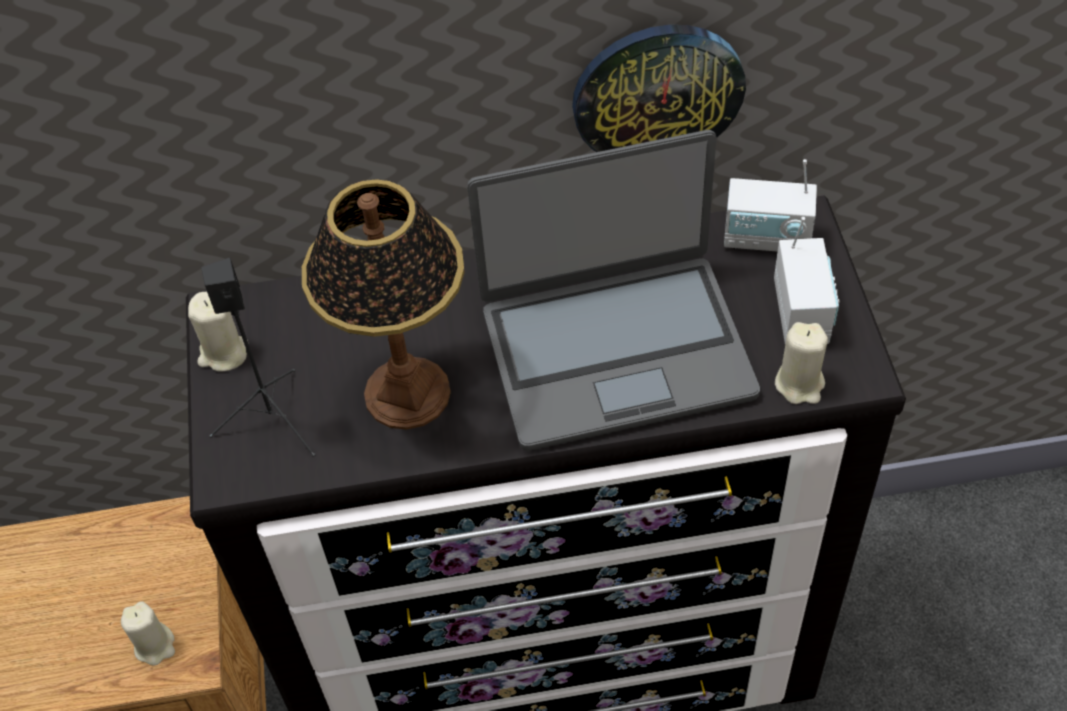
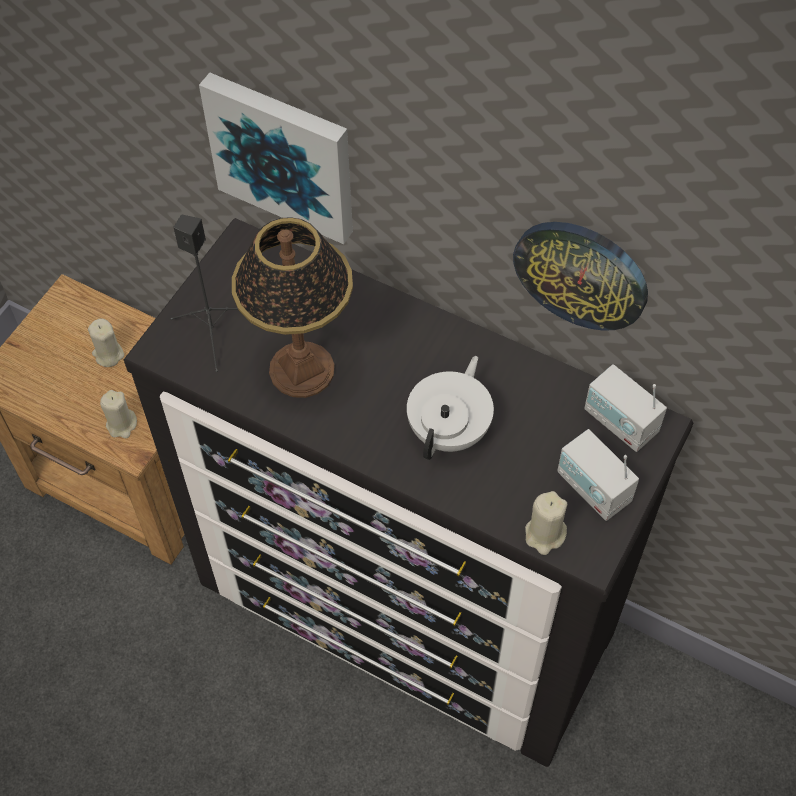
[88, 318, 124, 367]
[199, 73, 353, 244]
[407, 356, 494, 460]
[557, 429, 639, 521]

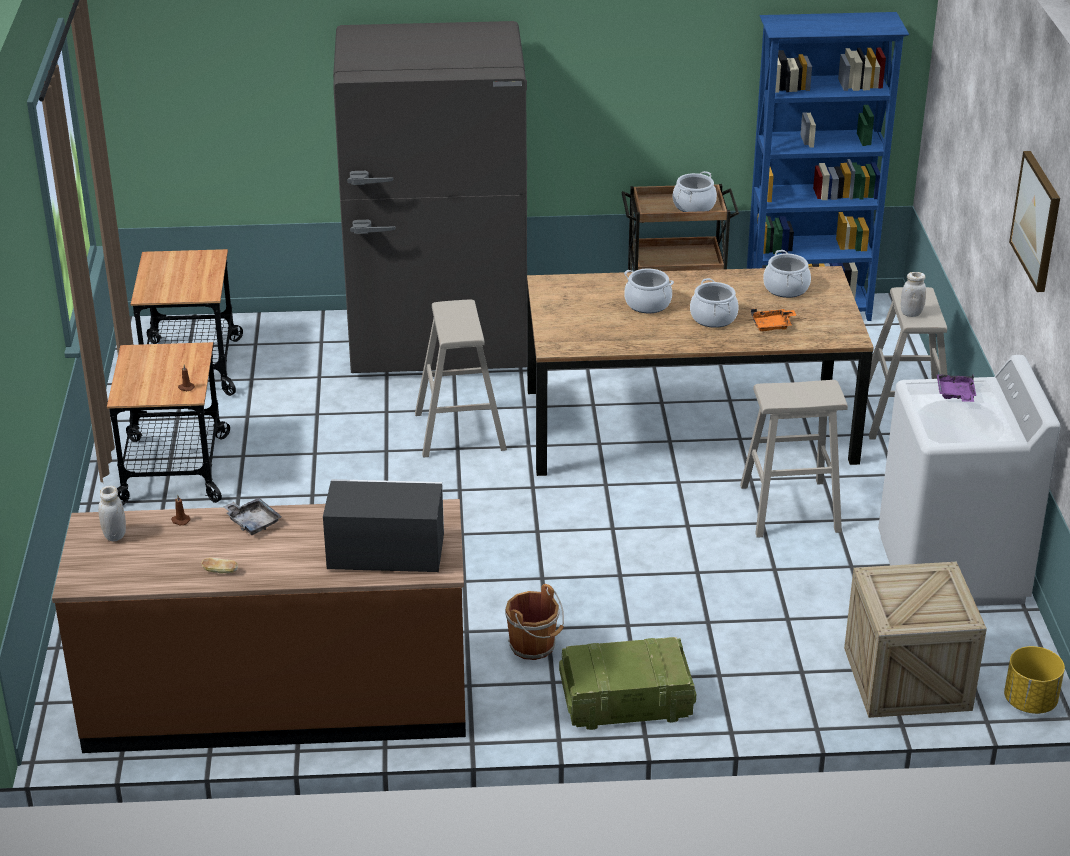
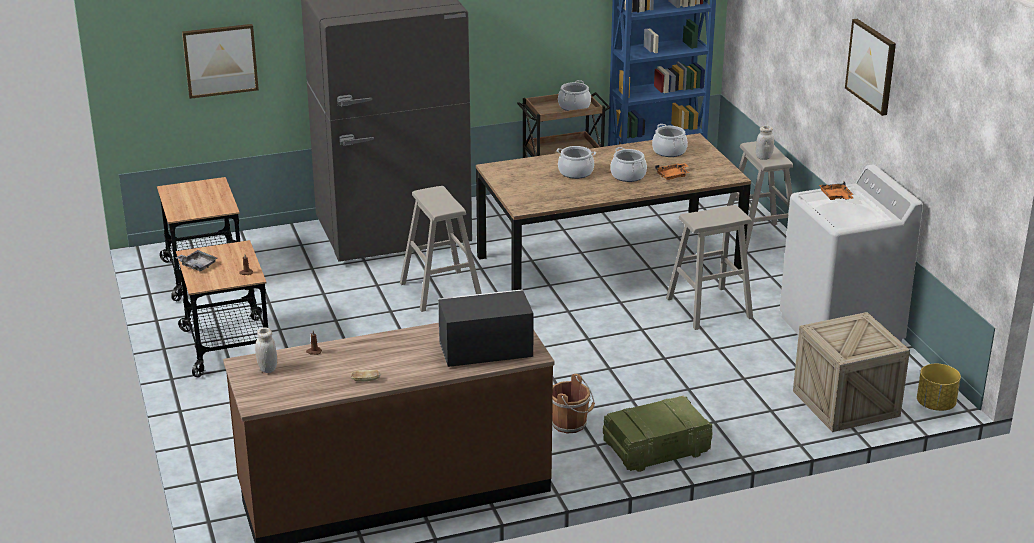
[176, 250, 218, 271]
[182, 24, 259, 99]
[819, 182, 853, 200]

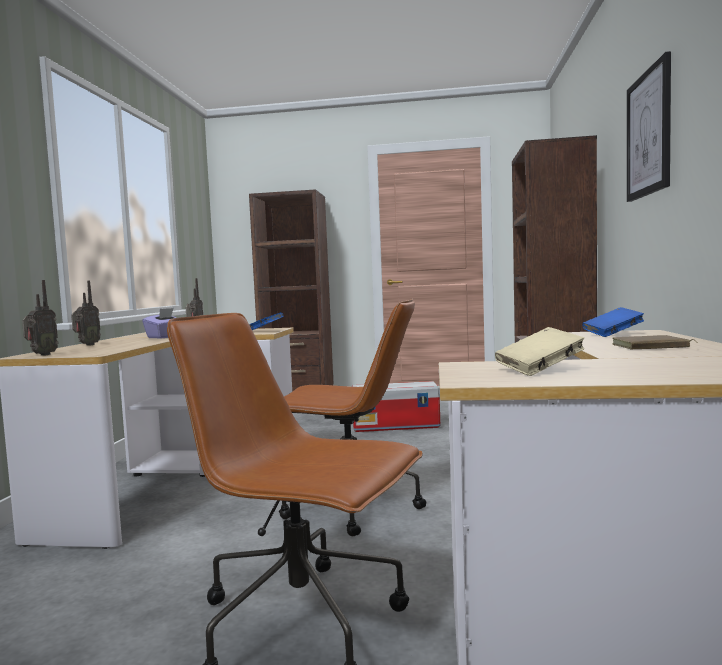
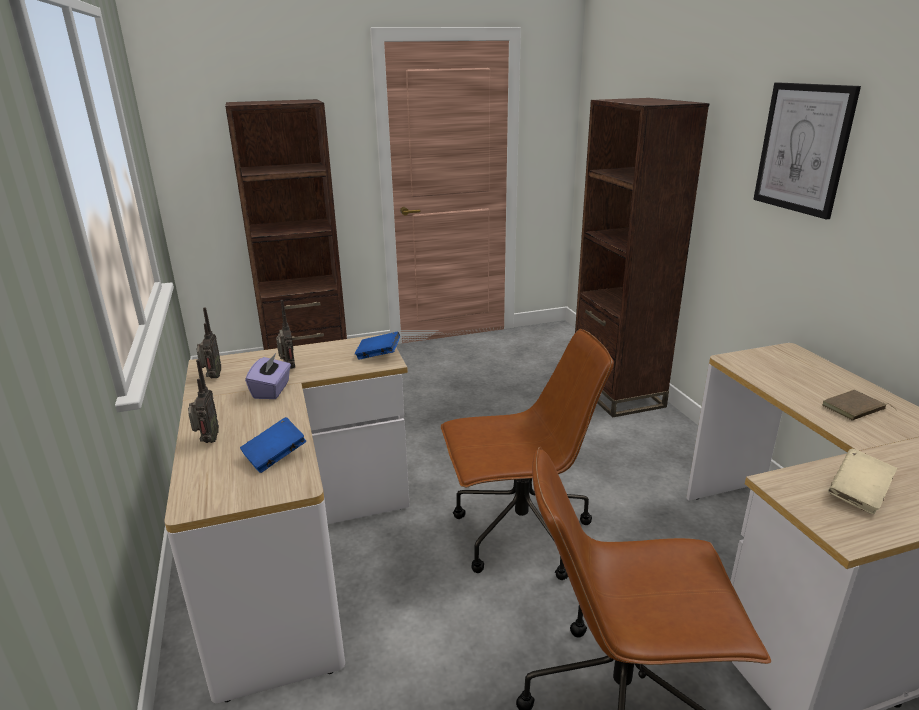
[196, 307, 221, 378]
[240, 417, 306, 473]
[351, 381, 440, 432] (first image)

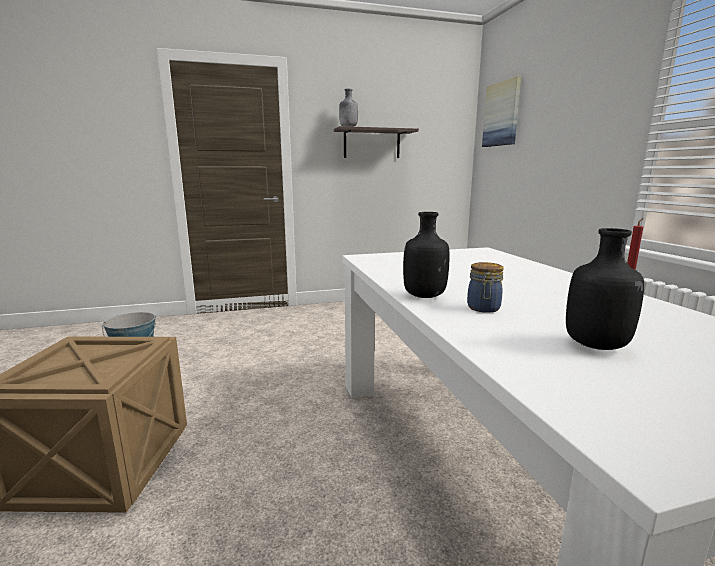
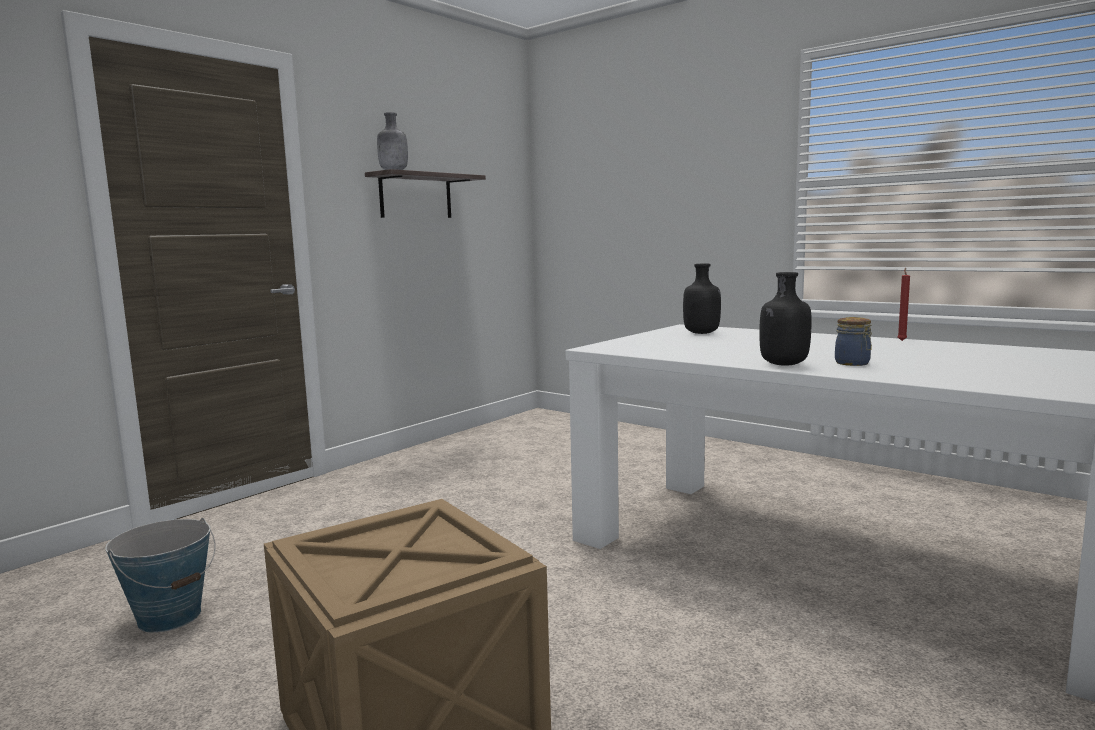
[683, 264, 721, 334]
[482, 76, 521, 147] (first image)

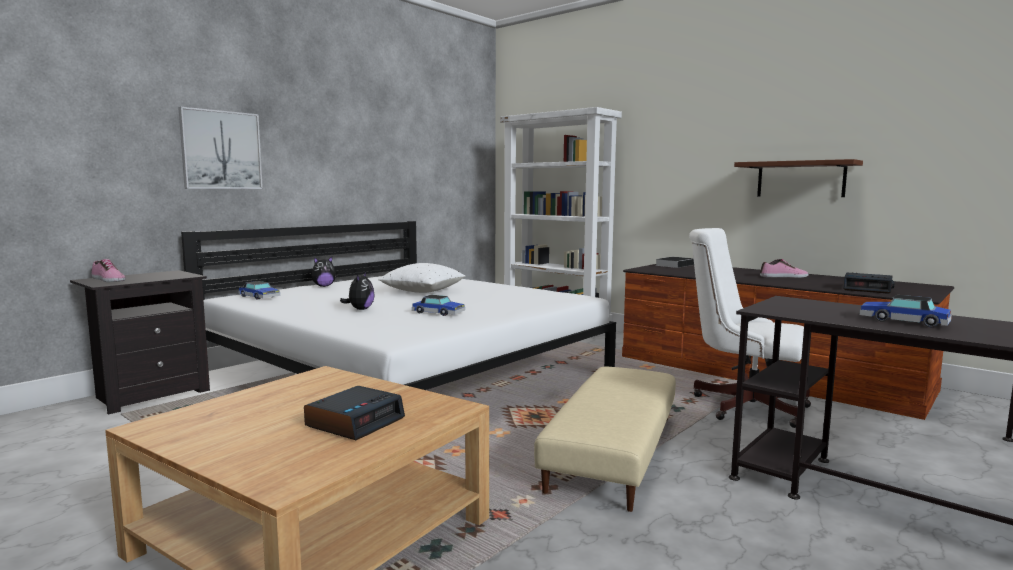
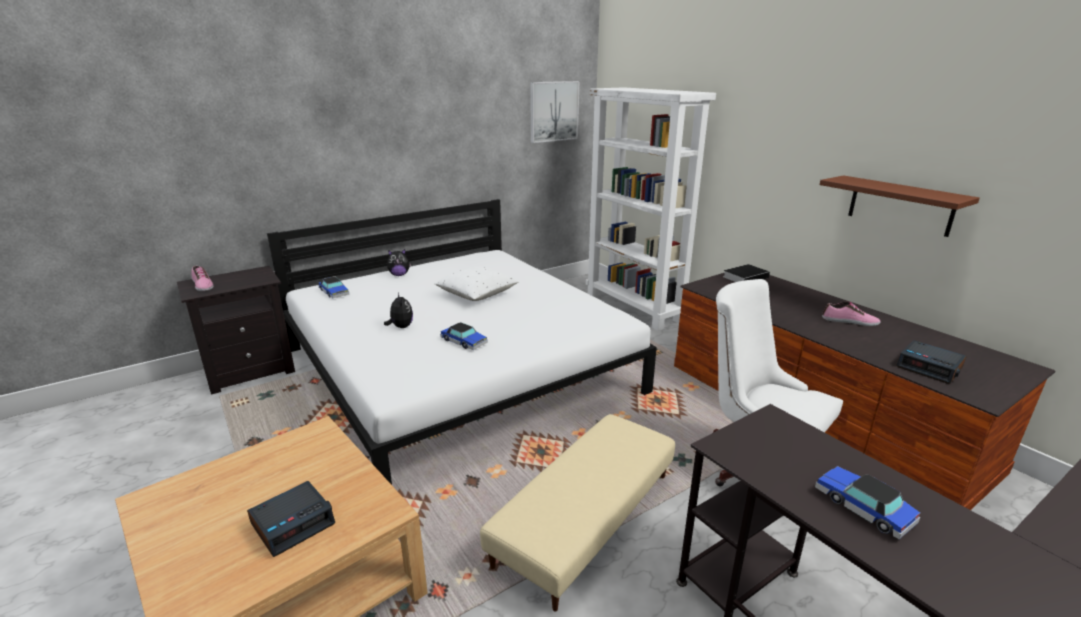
[384, 293, 413, 328]
[530, 81, 579, 143]

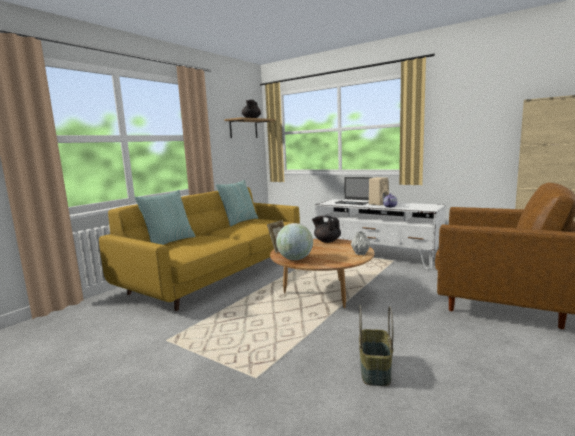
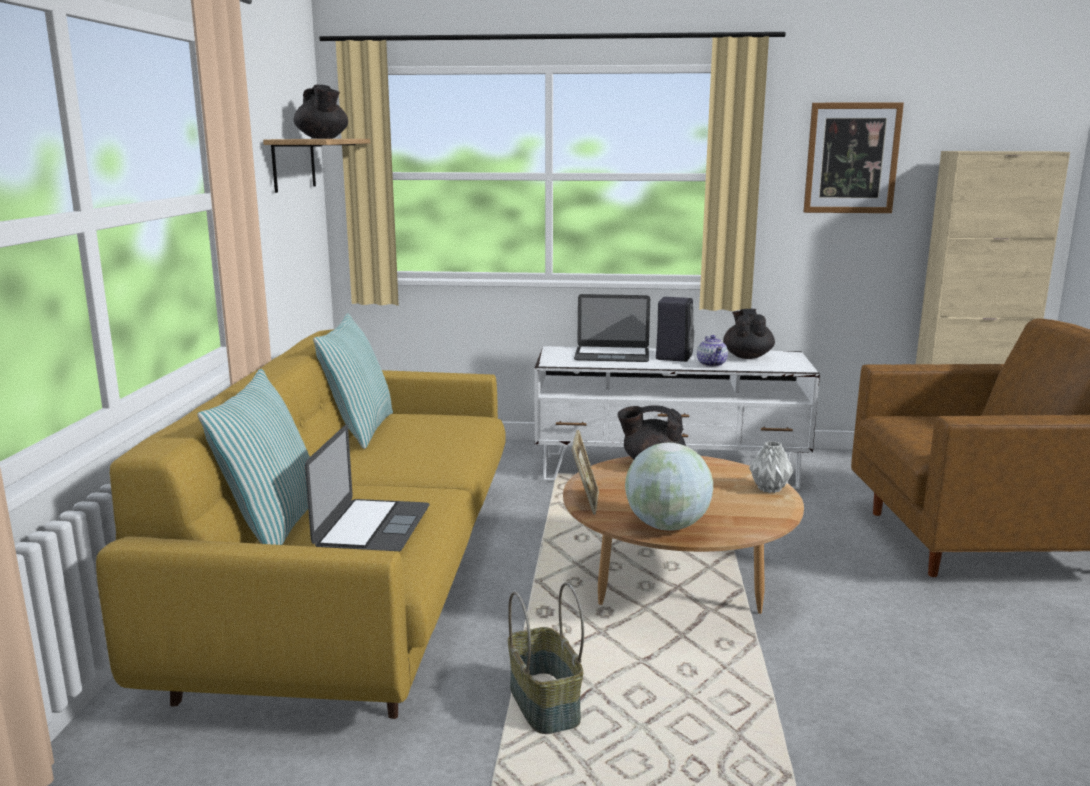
[305, 424, 430, 552]
[508, 583, 584, 734]
[656, 297, 694, 362]
[723, 309, 775, 359]
[803, 102, 904, 213]

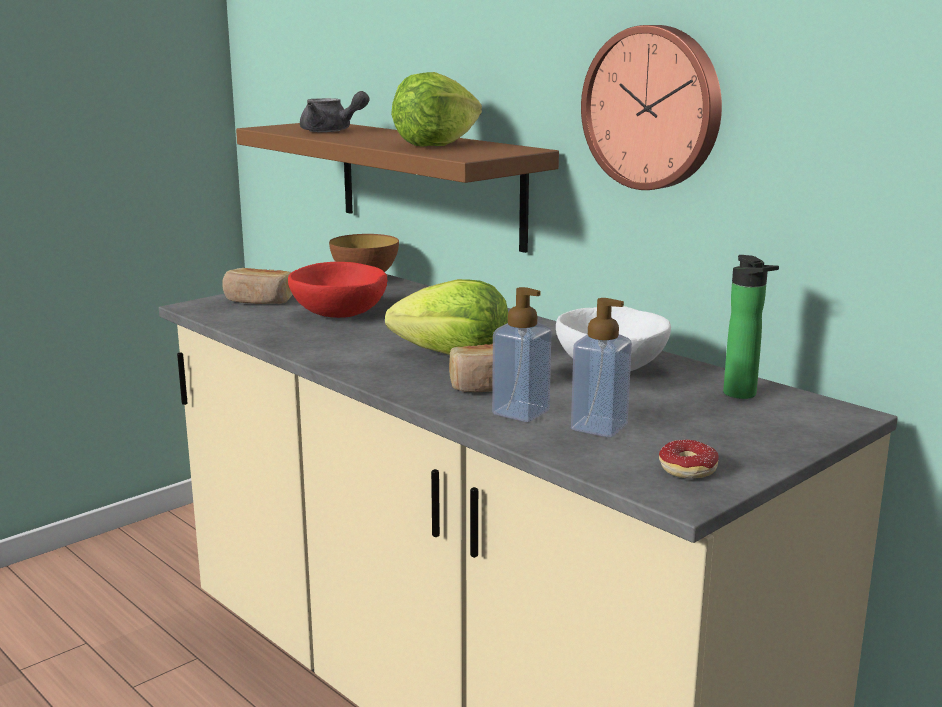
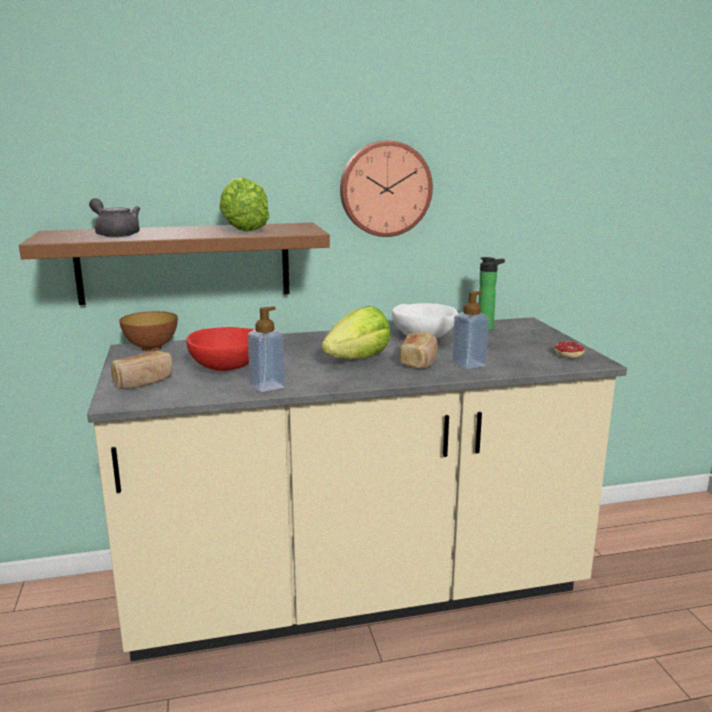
[89, 198, 140, 237]
[248, 306, 285, 392]

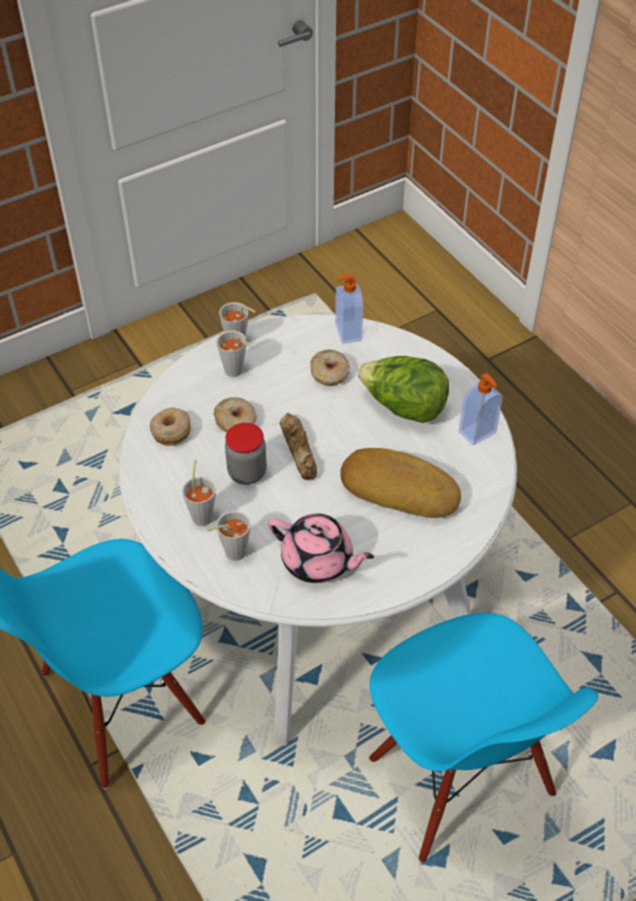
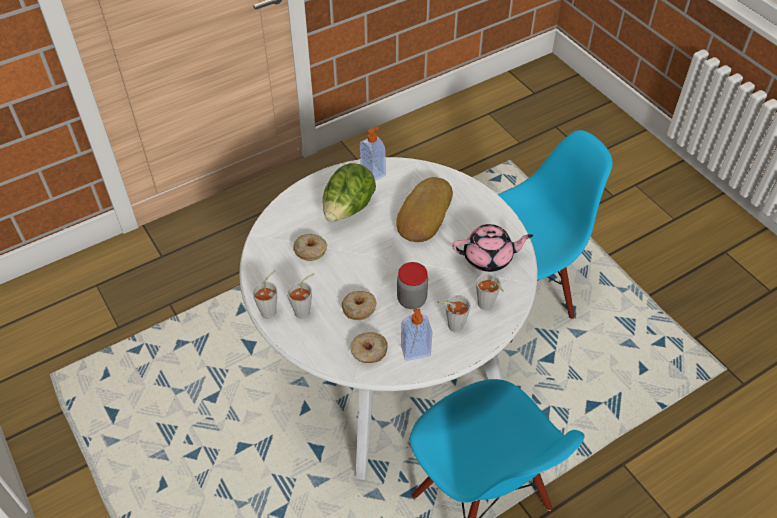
[401, 308, 433, 361]
[452, 224, 533, 272]
[279, 413, 317, 480] (first image)

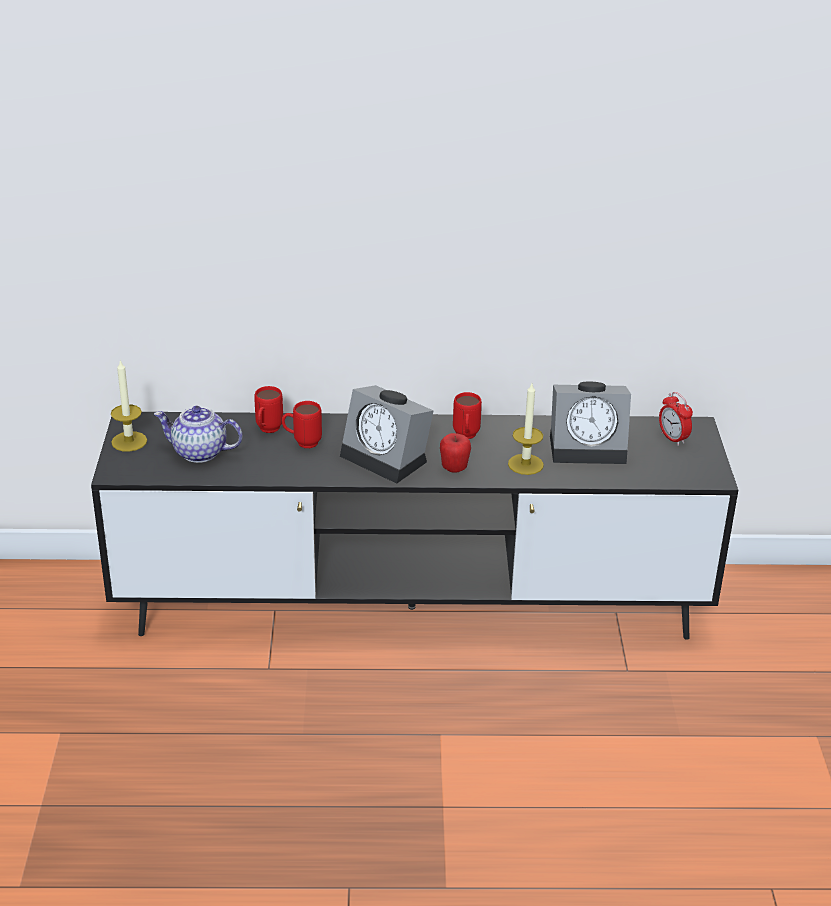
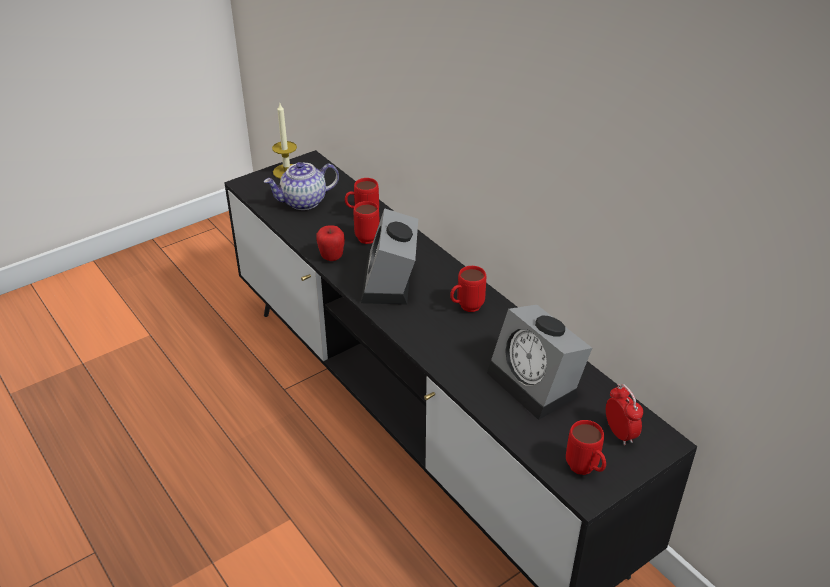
[264, 162, 339, 210]
[316, 226, 345, 261]
[566, 420, 606, 475]
[606, 384, 643, 445]
[508, 383, 544, 475] (first image)

